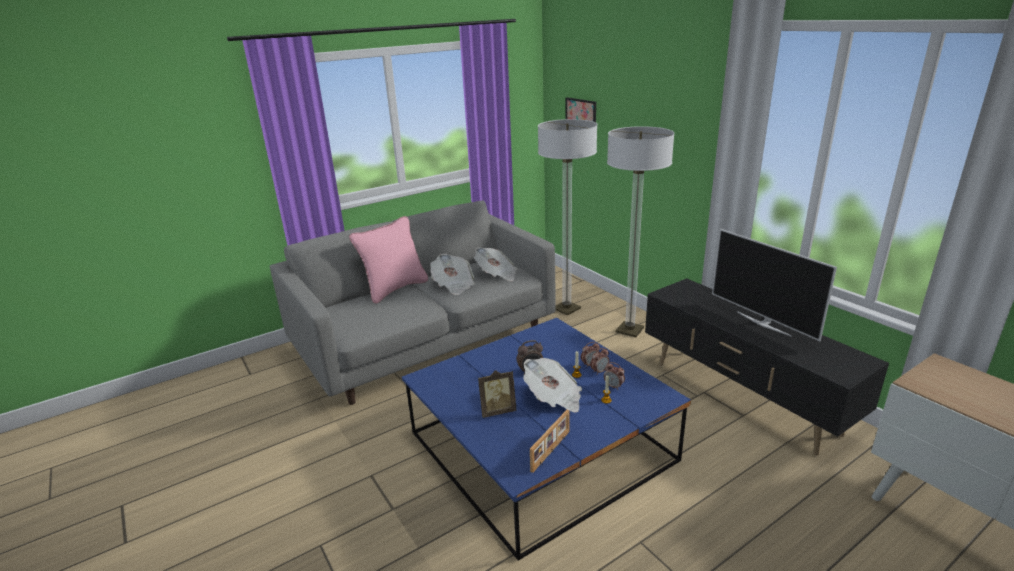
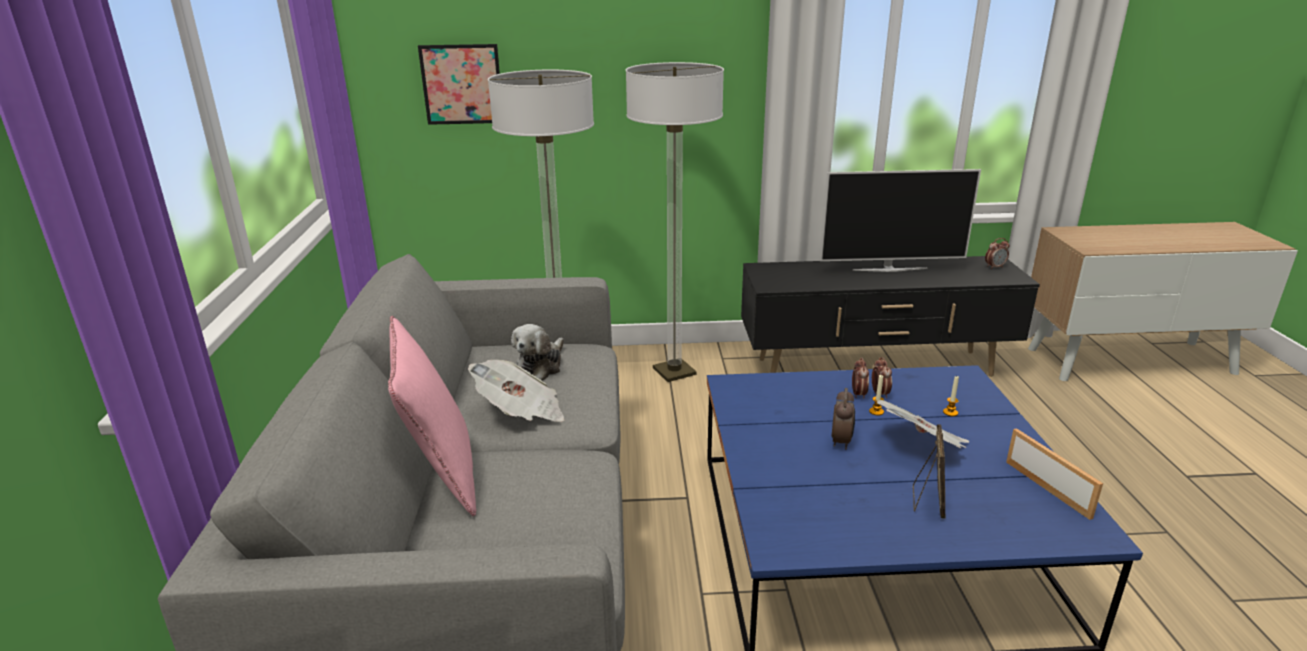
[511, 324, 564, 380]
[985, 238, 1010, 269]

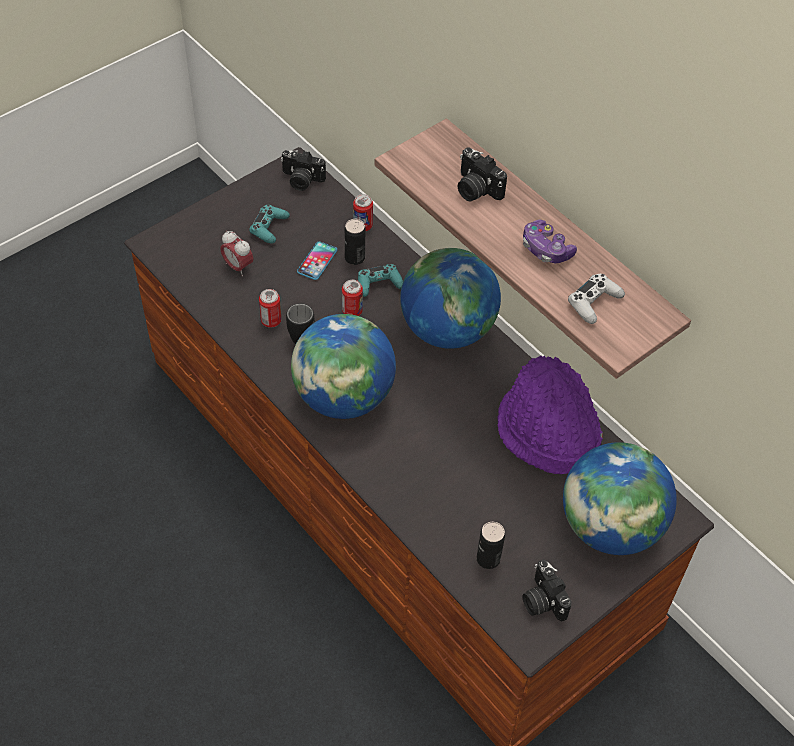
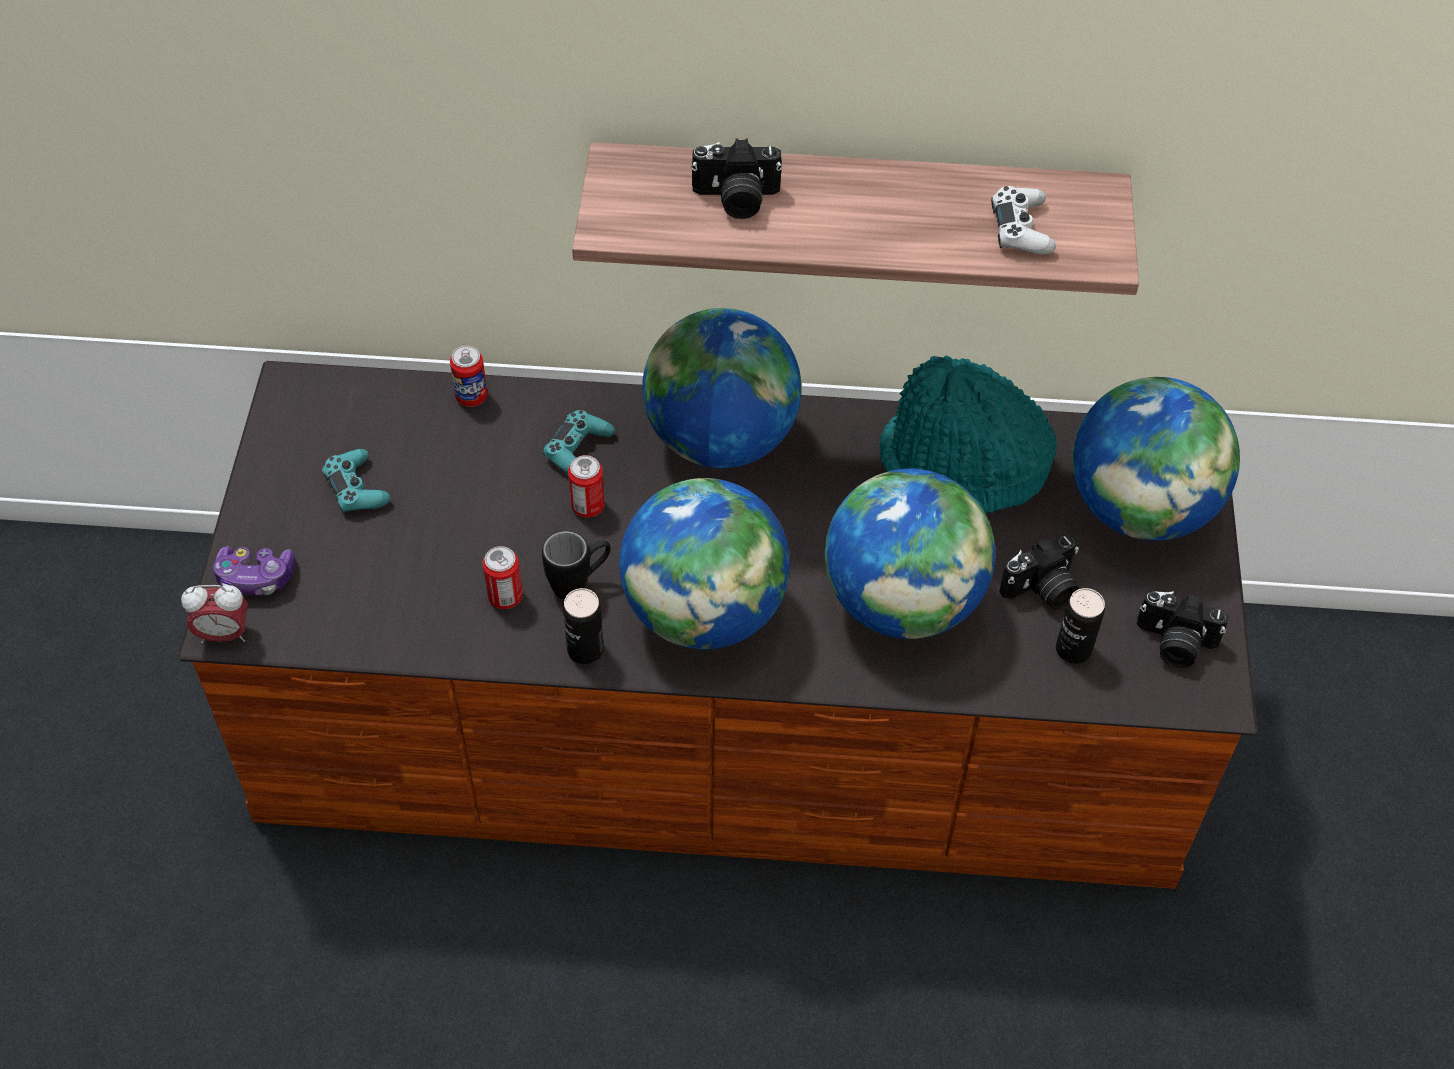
[181, 585, 248, 643]
[213, 546, 295, 595]
[563, 588, 604, 664]
[825, 469, 995, 639]
[879, 356, 1057, 513]
[999, 535, 1080, 609]
[297, 241, 337, 280] (first image)

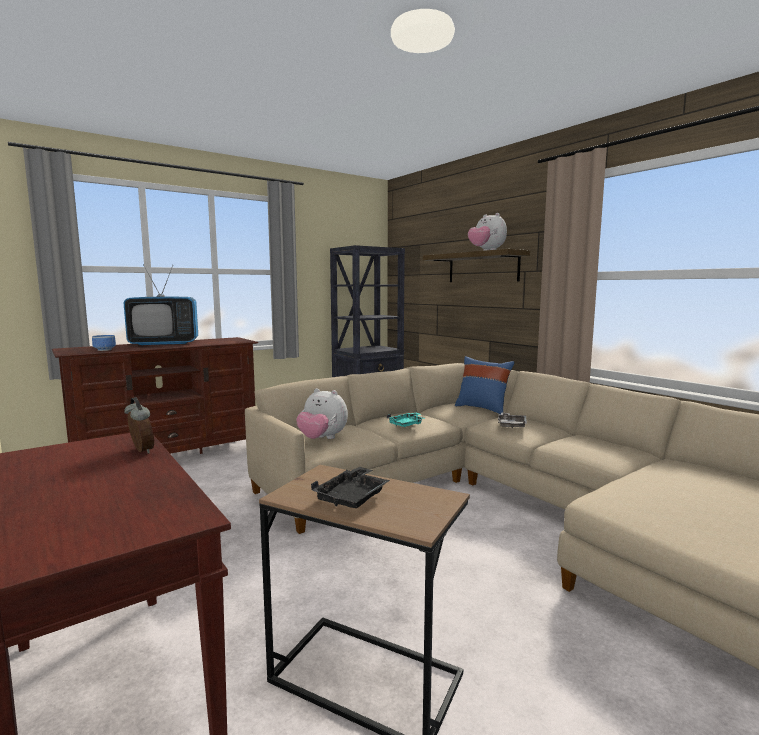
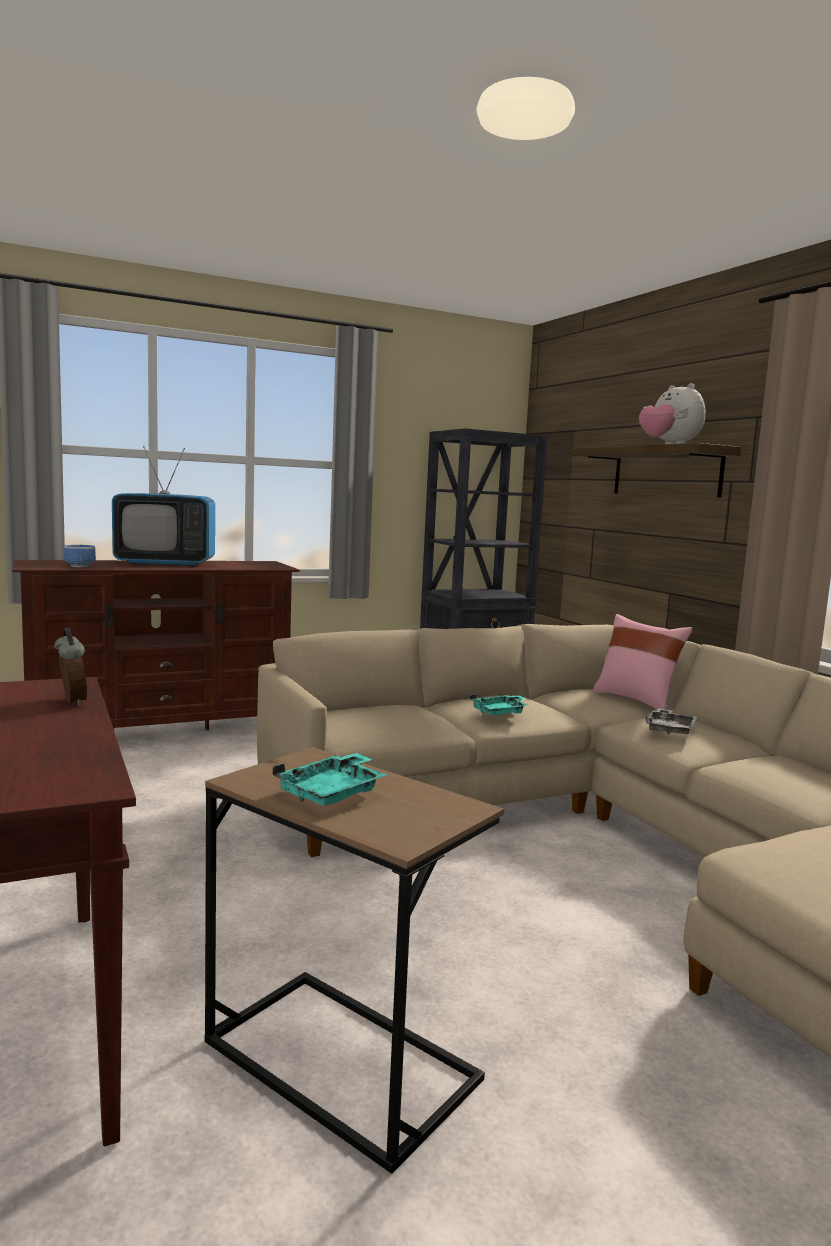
[273, 753, 387, 805]
[592, 614, 693, 710]
[296, 388, 348, 439] (first image)

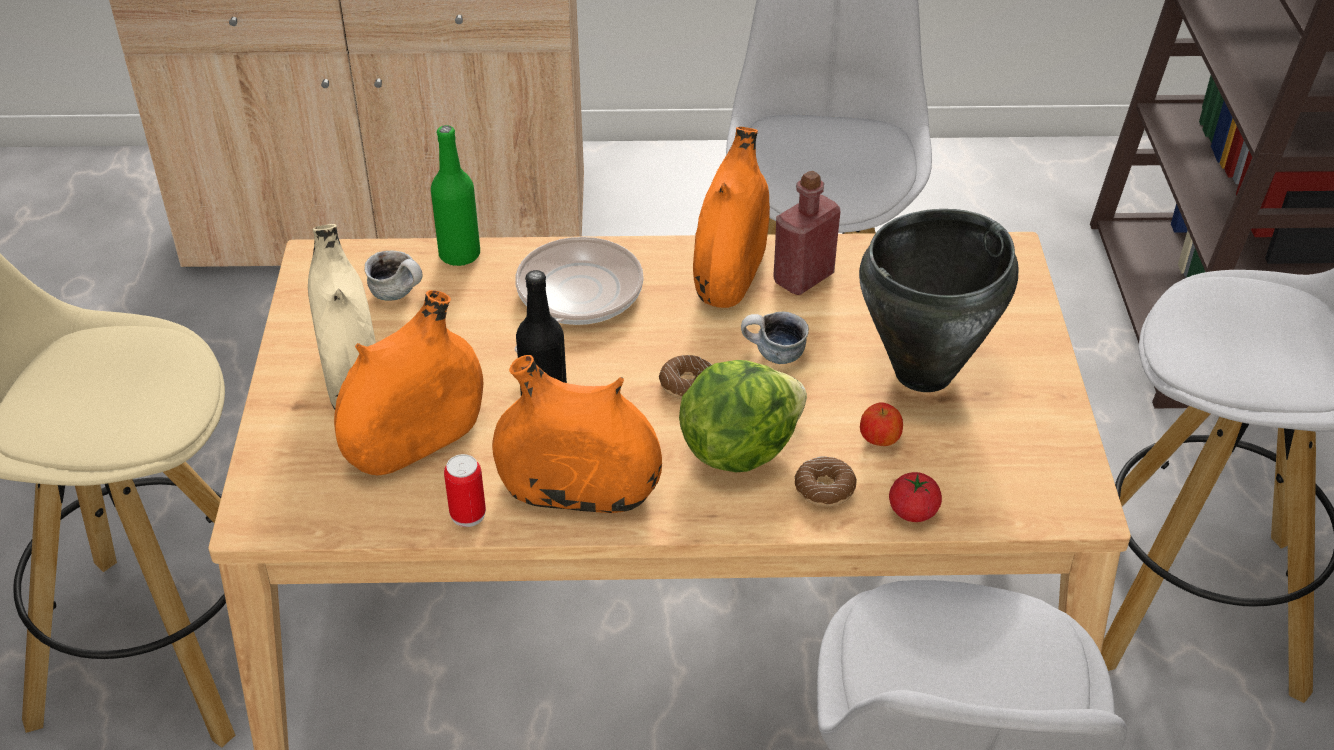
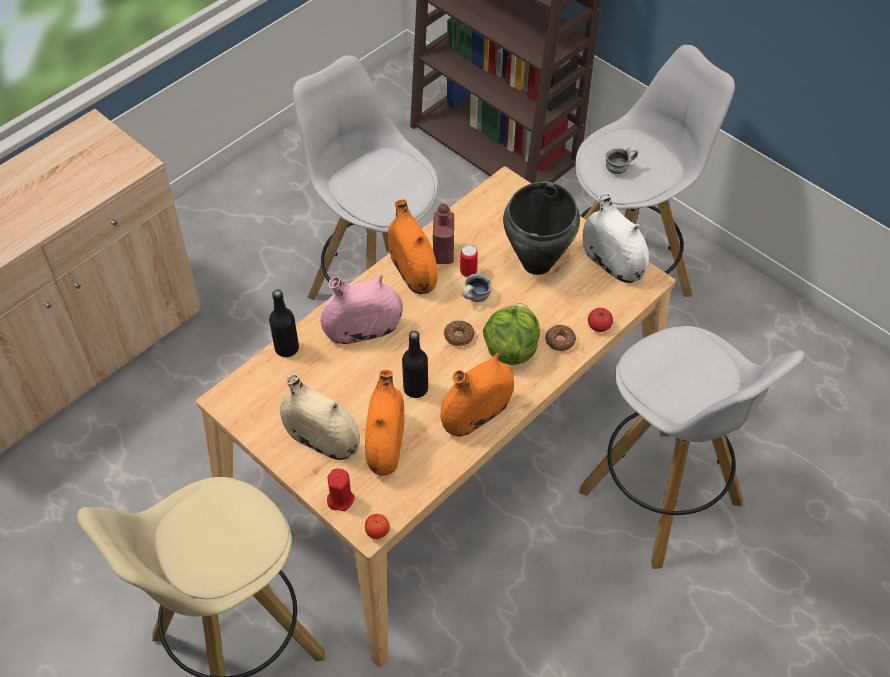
[269, 290, 299, 357]
[320, 274, 403, 344]
[327, 469, 354, 511]
[365, 514, 390, 539]
[460, 245, 478, 278]
[583, 193, 649, 283]
[606, 147, 638, 174]

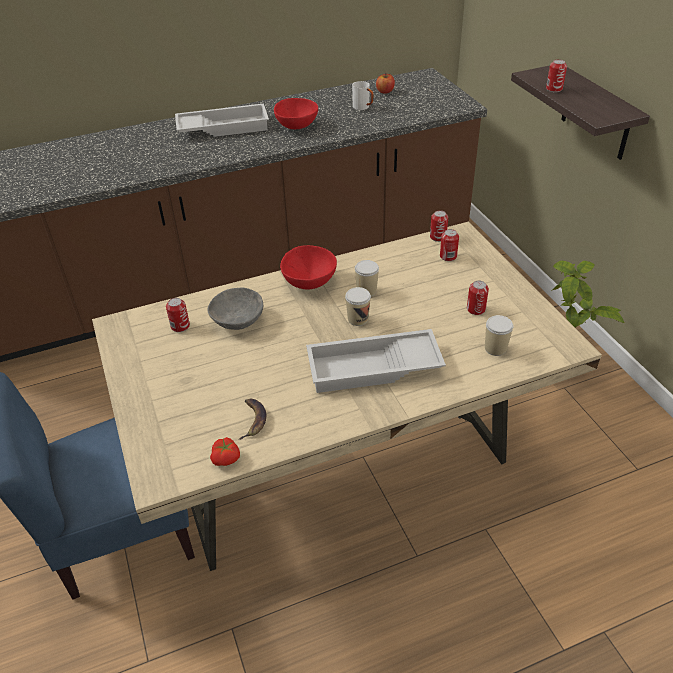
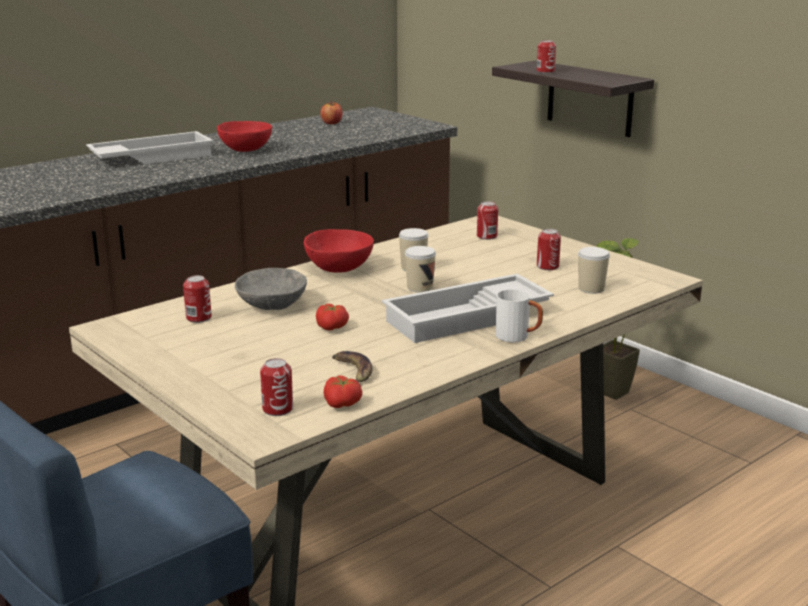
[260, 358, 293, 416]
[316, 304, 349, 331]
[496, 289, 543, 342]

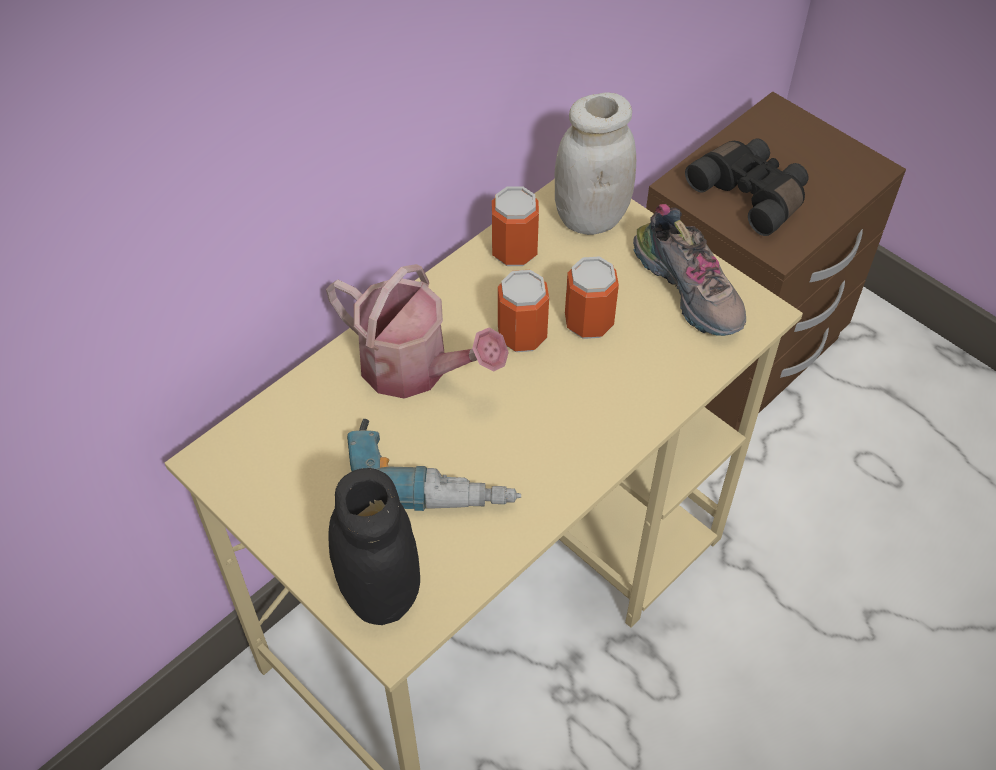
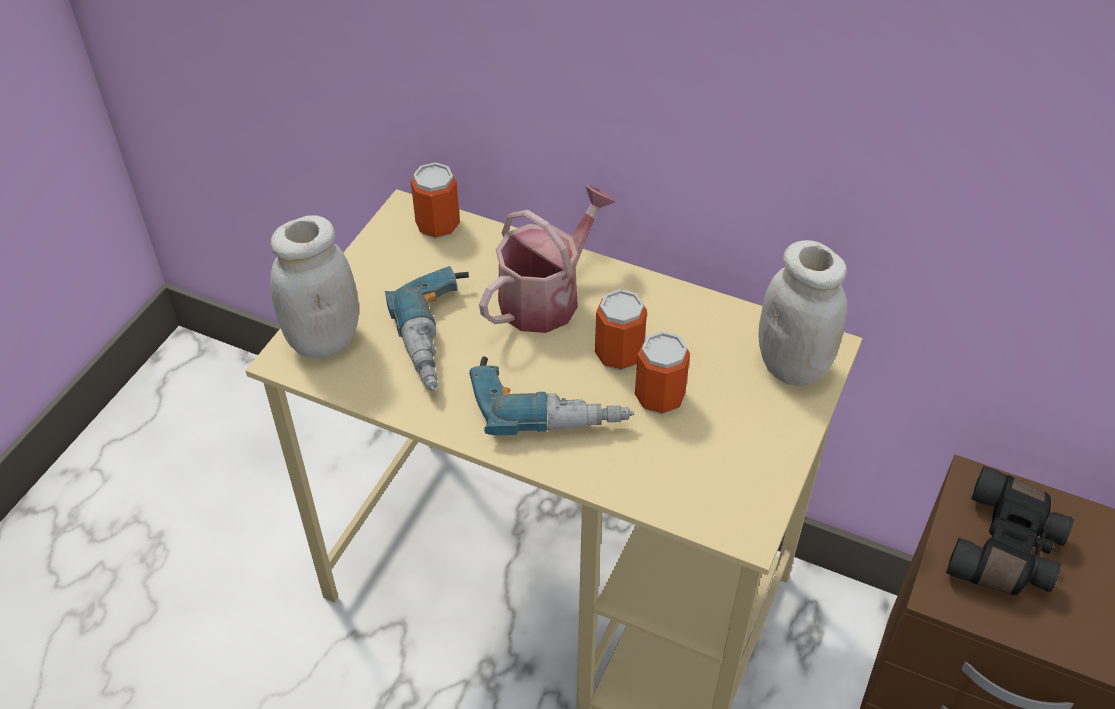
[270, 215, 359, 358]
[411, 162, 460, 239]
[469, 356, 634, 435]
[479, 185, 617, 333]
[633, 204, 746, 336] (first image)

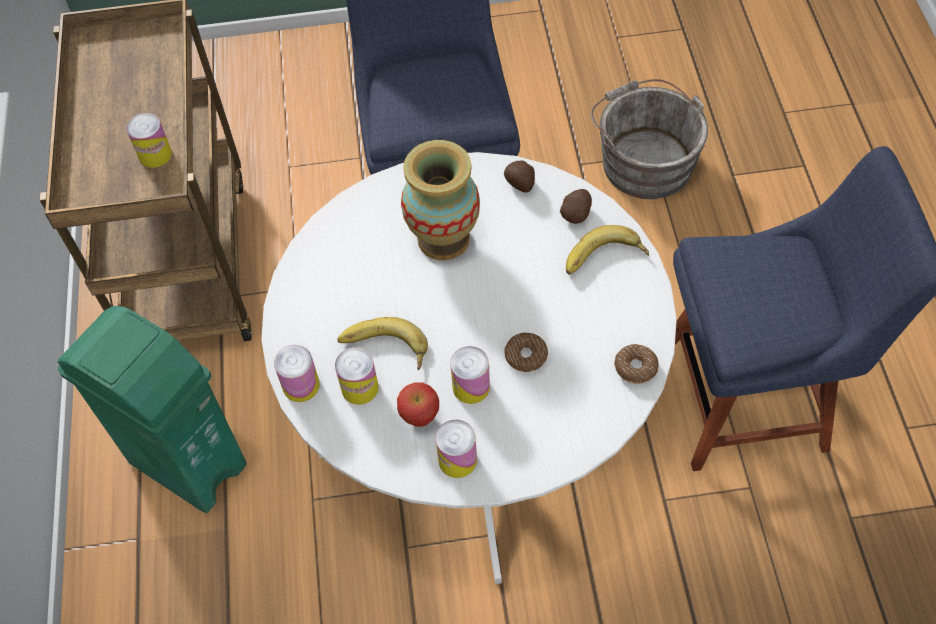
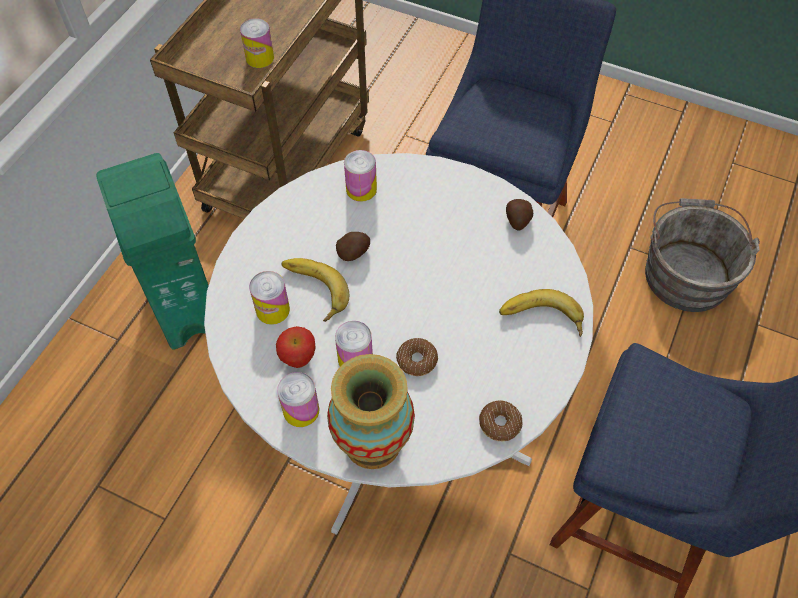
[327, 354, 415, 469]
[336, 232, 370, 261]
[344, 150, 377, 202]

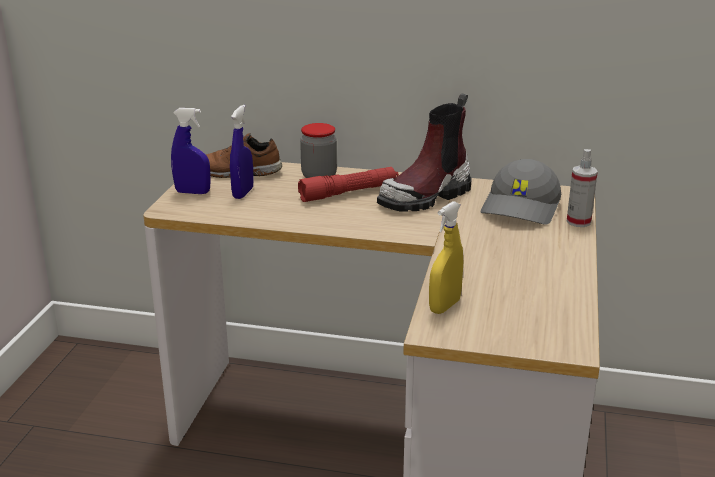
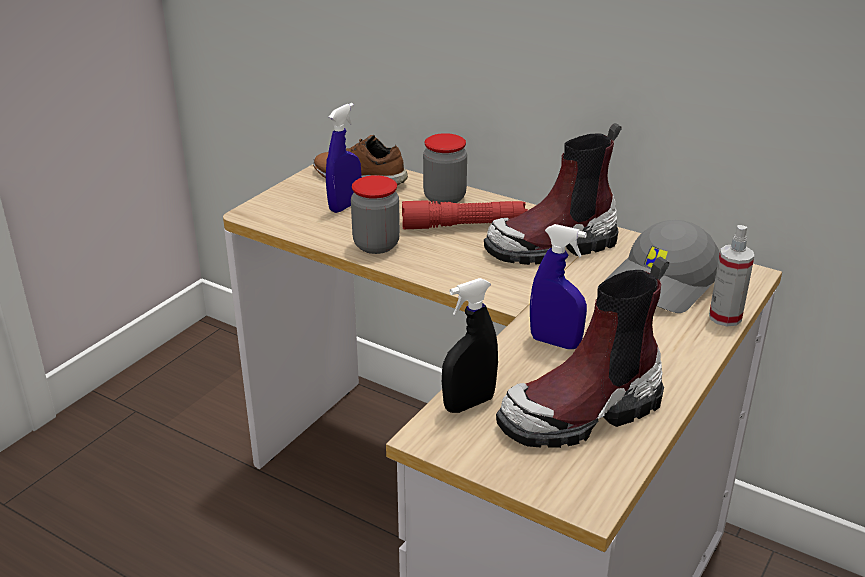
[351, 175, 400, 254]
[442, 278, 498, 413]
[496, 256, 669, 448]
[530, 224, 587, 349]

